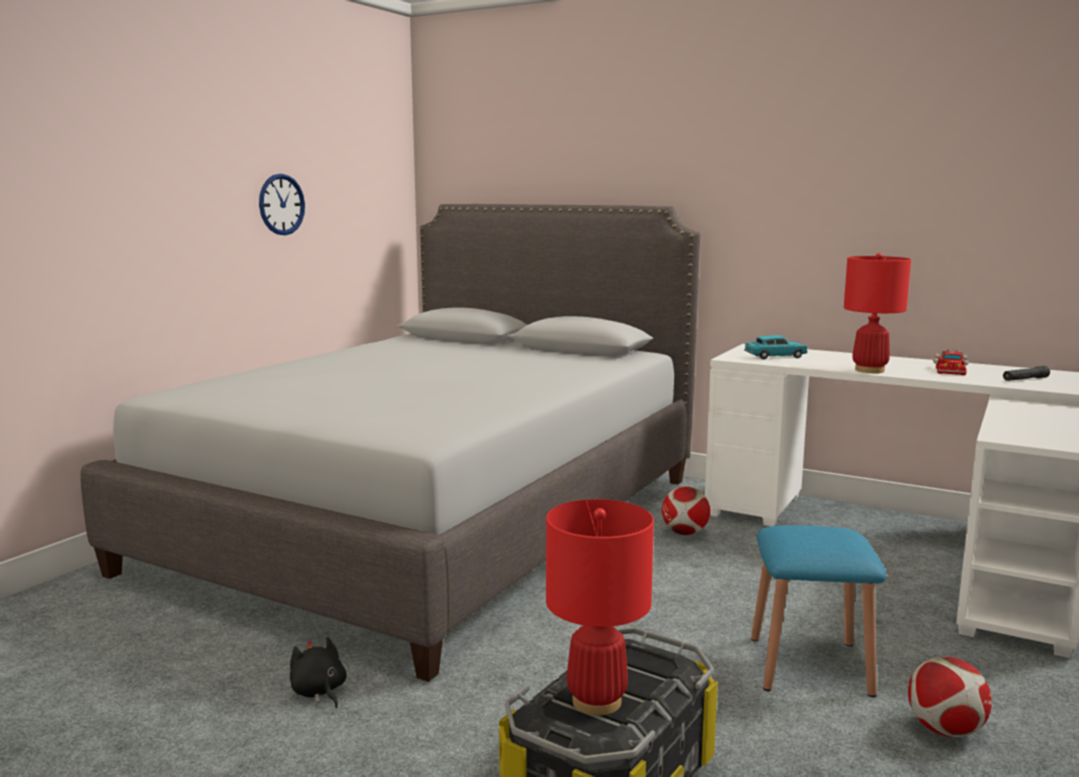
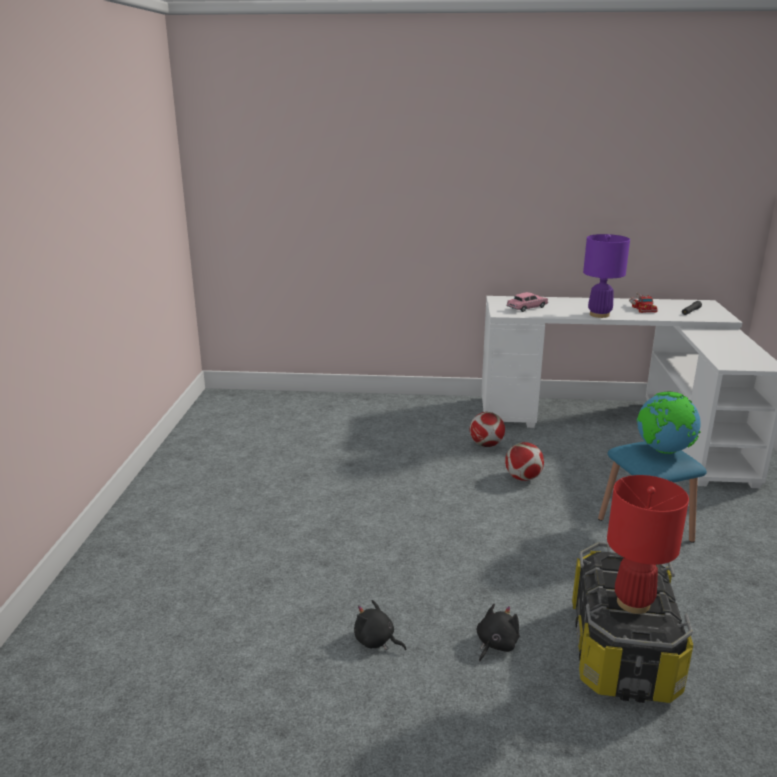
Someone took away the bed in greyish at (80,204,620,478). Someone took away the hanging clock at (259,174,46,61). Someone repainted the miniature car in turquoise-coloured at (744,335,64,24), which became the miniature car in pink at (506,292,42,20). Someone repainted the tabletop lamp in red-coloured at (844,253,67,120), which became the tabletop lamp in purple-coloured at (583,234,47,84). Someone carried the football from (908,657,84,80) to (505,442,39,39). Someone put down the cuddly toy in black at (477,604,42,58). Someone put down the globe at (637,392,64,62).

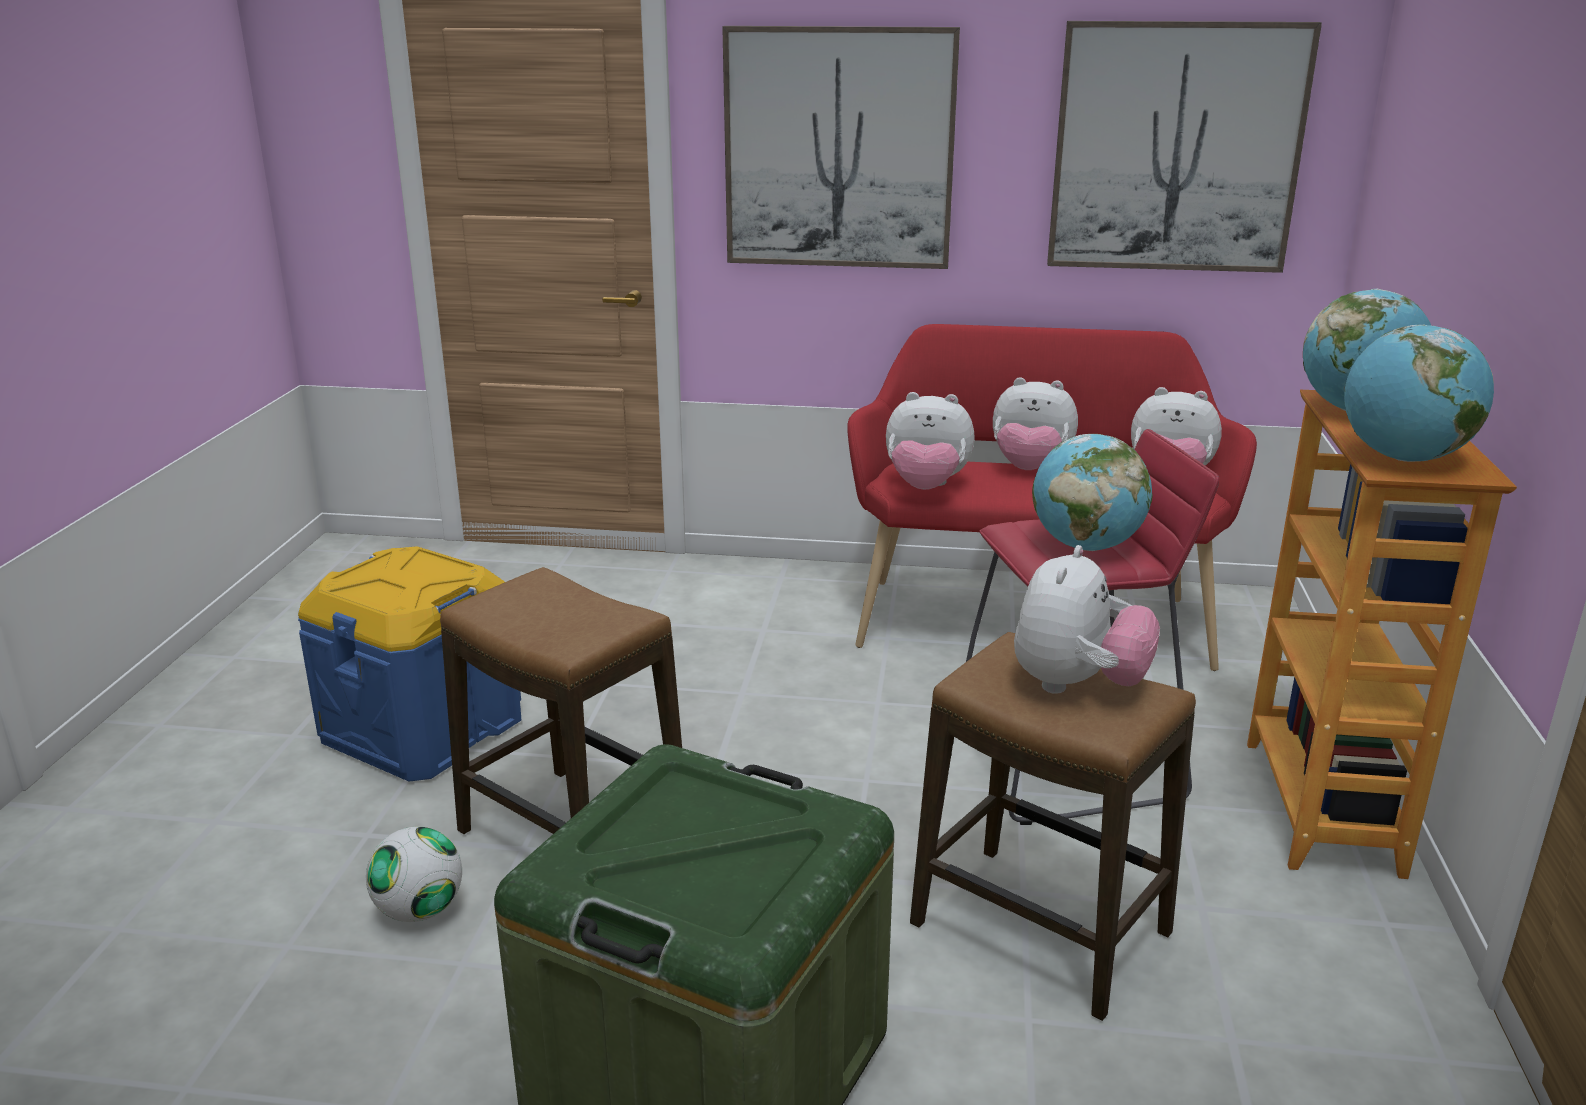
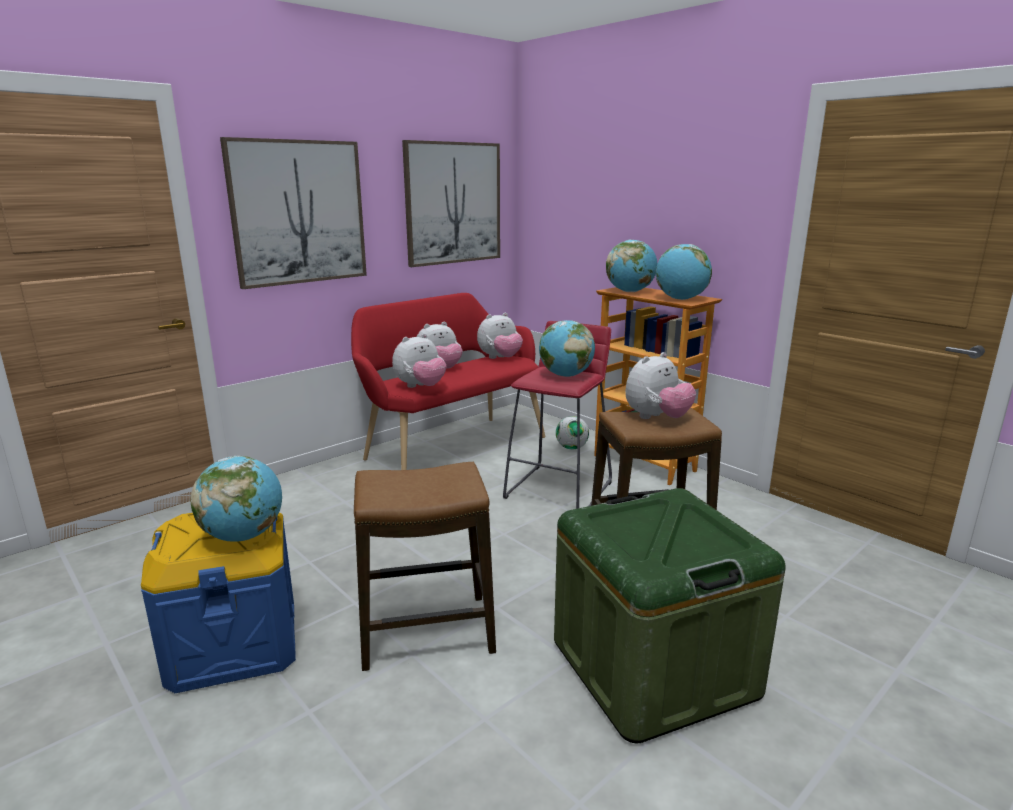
Someone carried the football from (366,827,96,95) to (556,416,33,34). Someone rotated the cuddly toy at (1014,545,146,149) by 75 degrees clockwise. Someone put down the globe at (190,456,92,86).

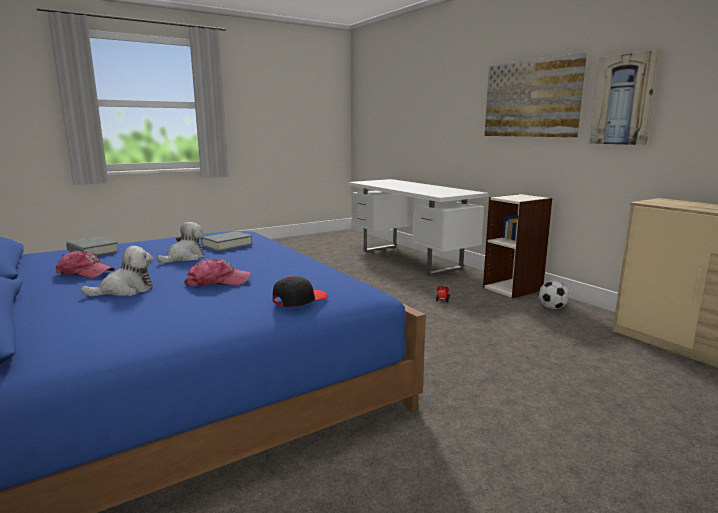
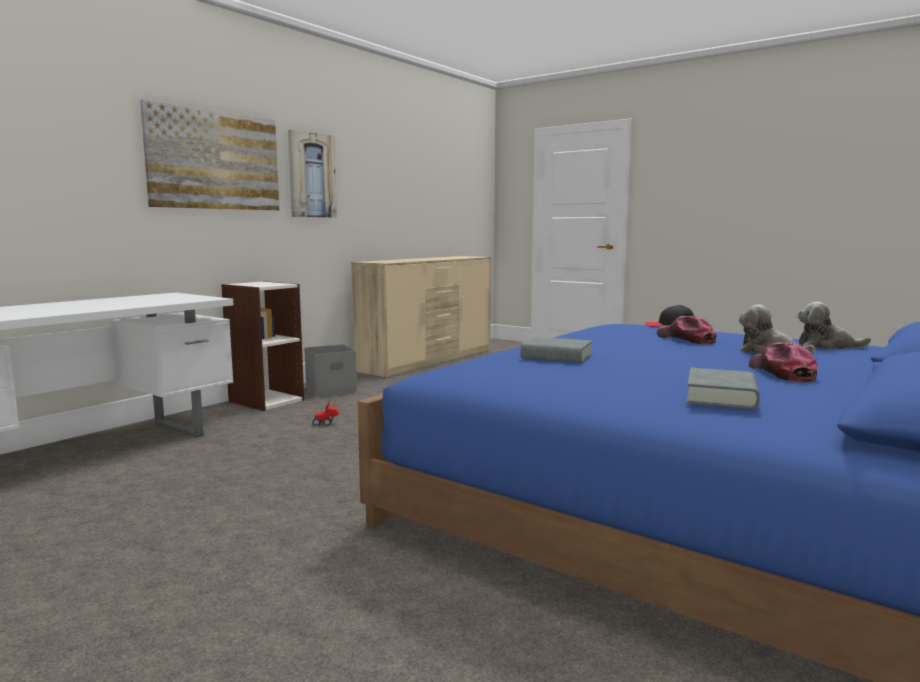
Someone carried the cuddly toy from (157,222,47,41) to (797,302,74,47). Someone swapped the football at (539,281,30,28) for the storage container in greyish at (304,344,53,53).

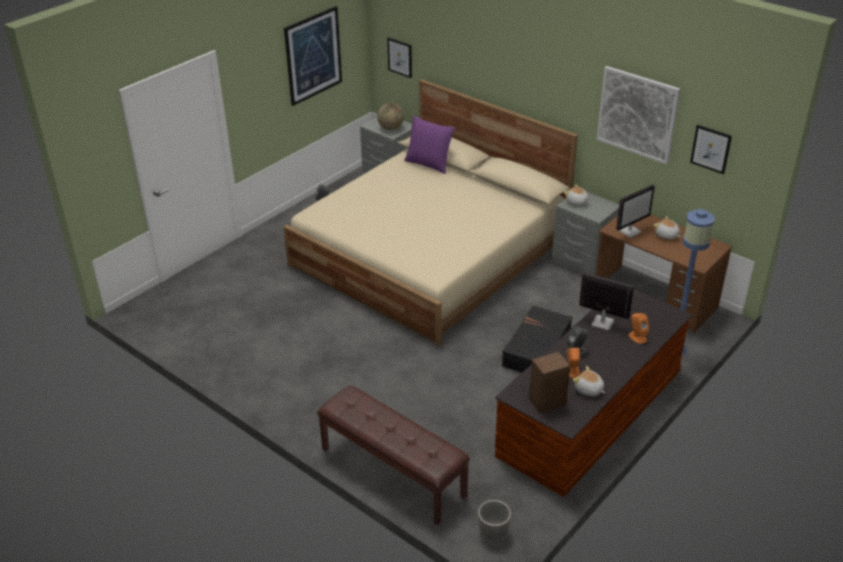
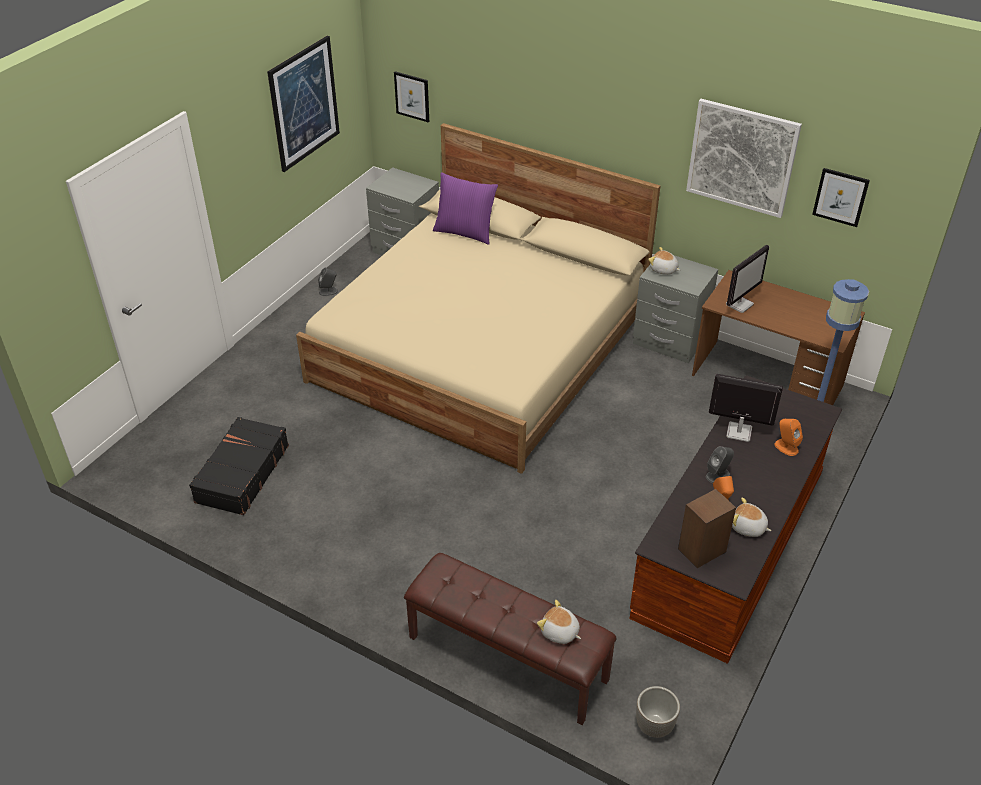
Someone took away the globe at (377,103,27,27). Someone carried the piece of luggage in black from (501,305,71,68) to (189,417,100,98). Someone carried the cuddly toy from (654,216,26,23) to (537,600,44,44).

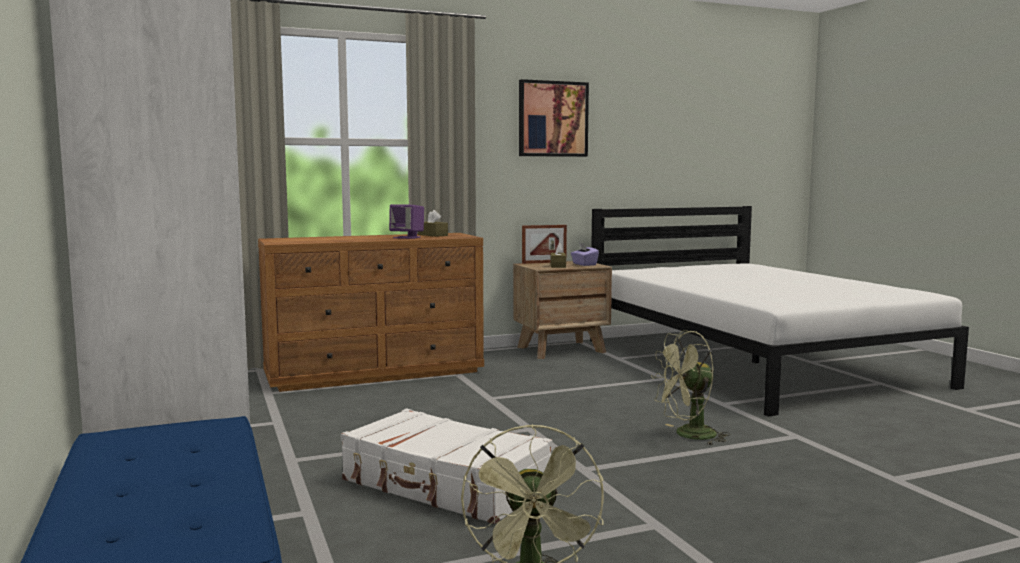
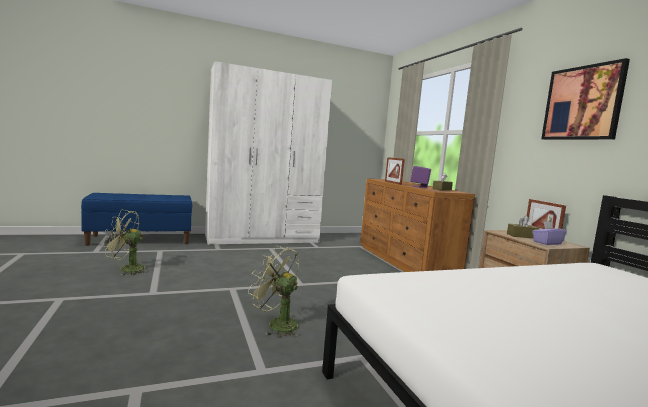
Someone took away the piece of luggage in whitish at (341,409,211,115). Someone rotated the fan in green at (651,330,79,115) by 45 degrees counterclockwise. Someone put down the standing frame at (385,157,20,28).

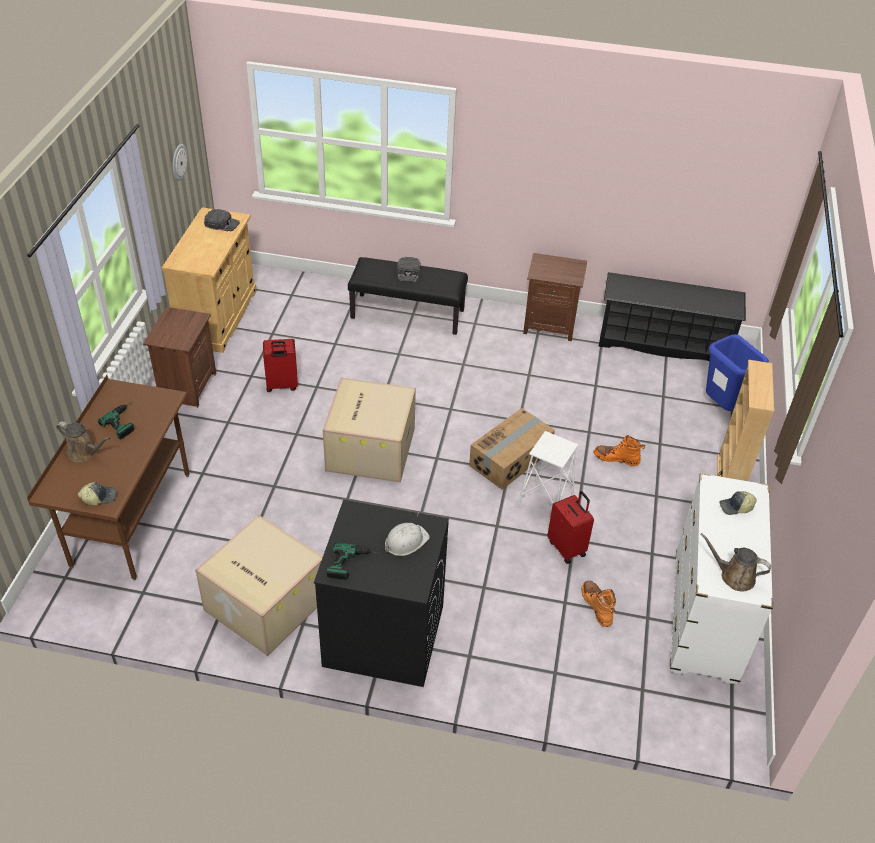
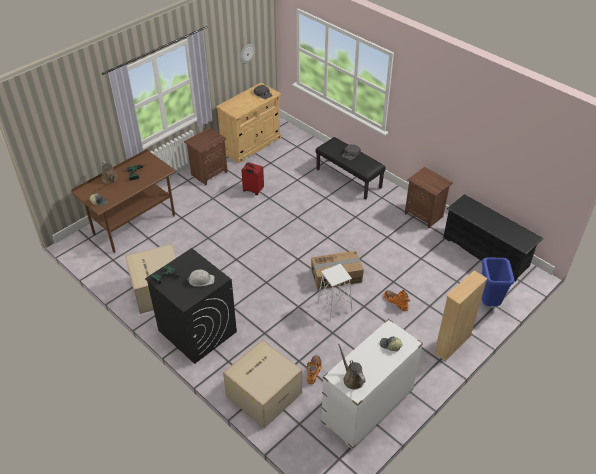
Someone carried the packing box from (323,378,93,104) to (223,339,79,90). Someone took away the piece of luggage in red-coloured at (548,491,46,73).

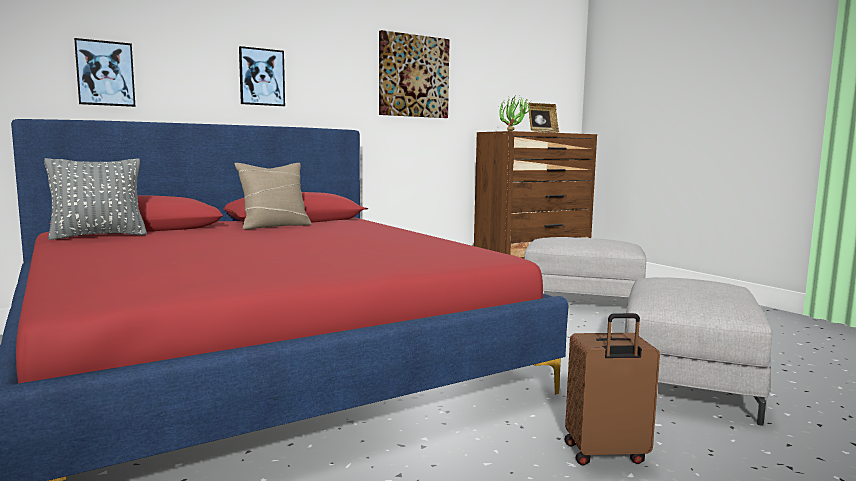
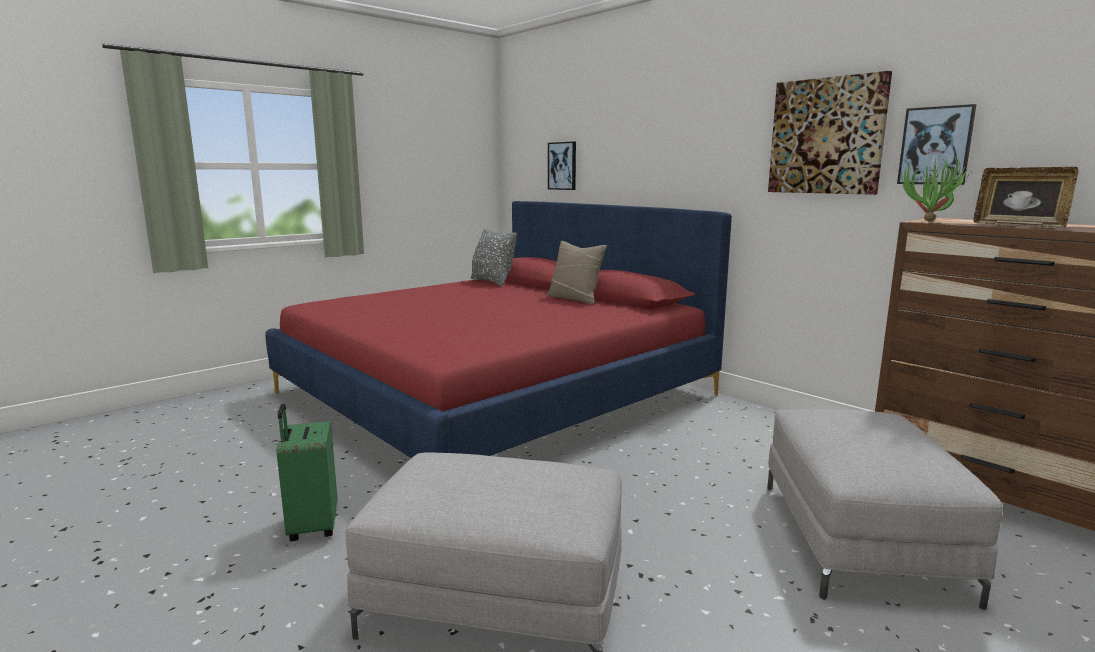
Someone carried the wall picture from (239,46,46,60) to (897,104,80,81). Someone repainted the piece of luggage in brown at (564,313,96,152), which became the piece of luggage in green at (276,404,61,137).

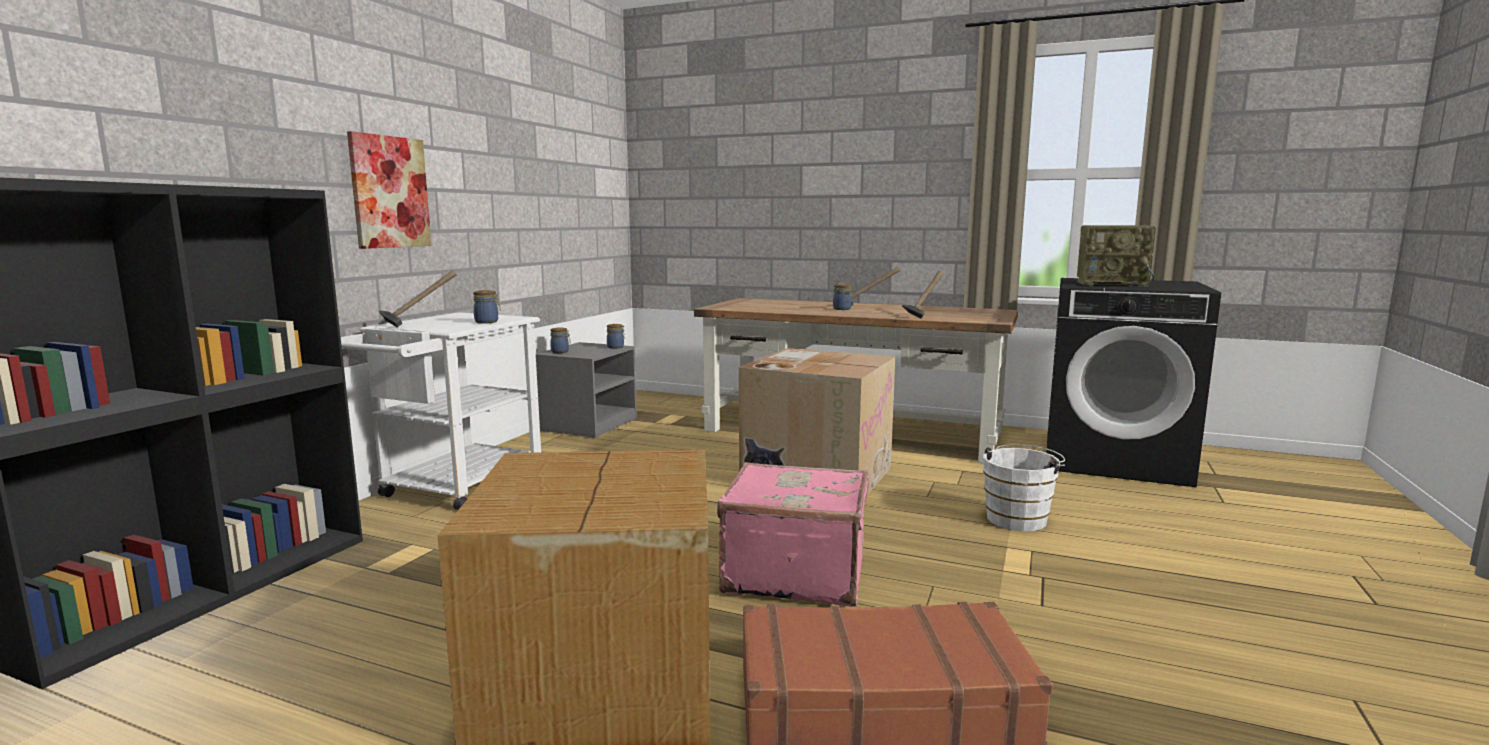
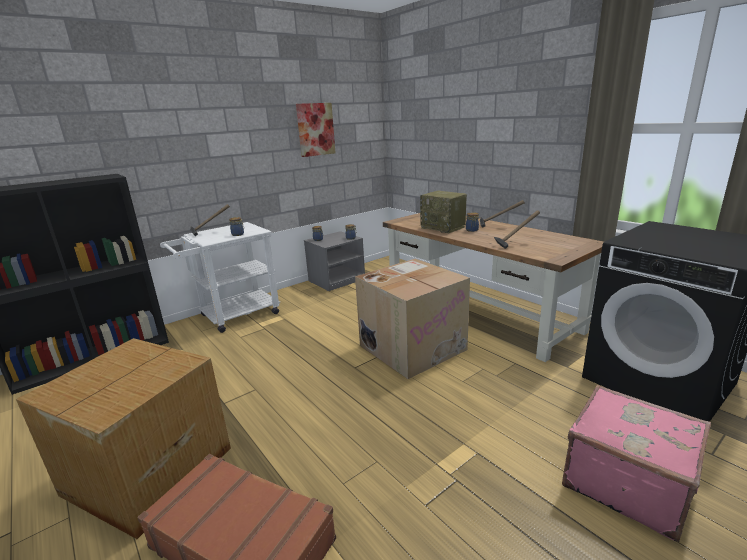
Someone carried the wall picture from (347,131,85,118) to (296,103,39,54). Someone carried the piece of luggage in pink from (717,462,151,145) to (562,385,149,157). Someone took away the water bucket in whitish at (983,444,82,87). Someone carried the radio from (1077,225,79,62) to (420,191,47,42).

